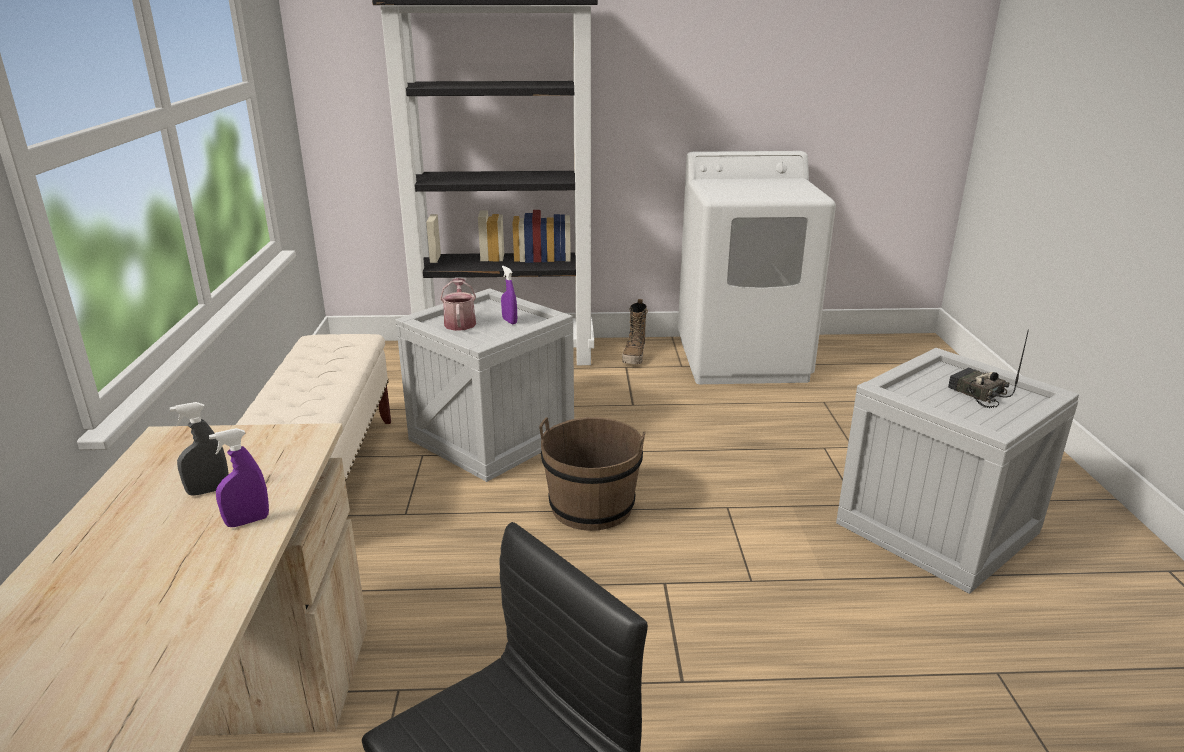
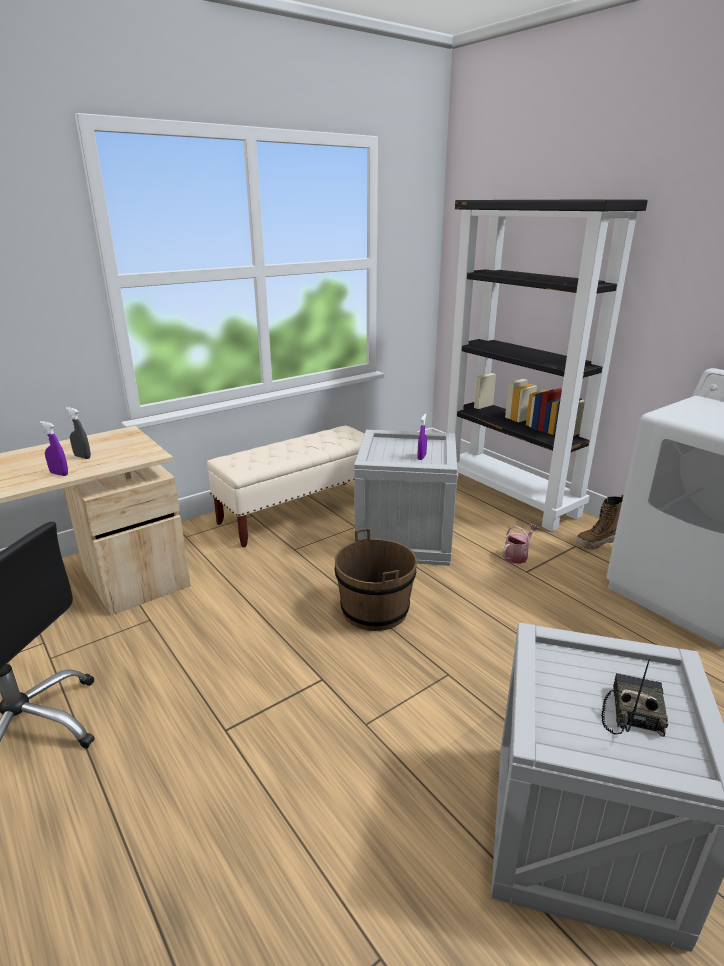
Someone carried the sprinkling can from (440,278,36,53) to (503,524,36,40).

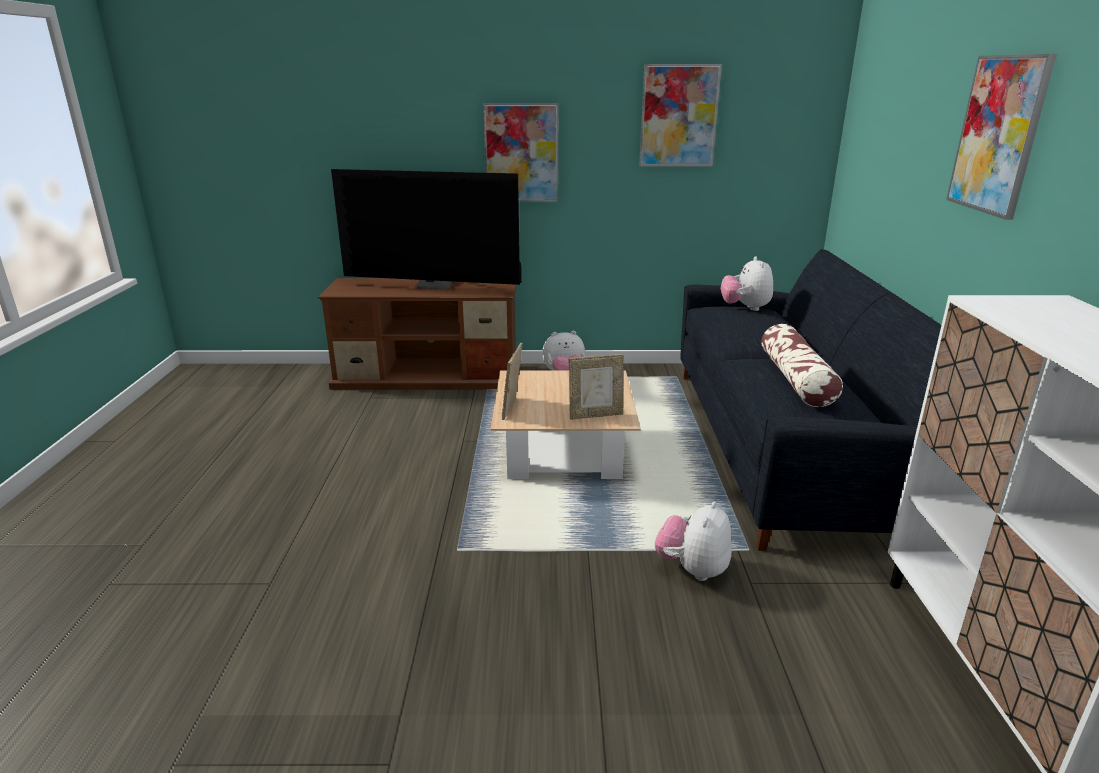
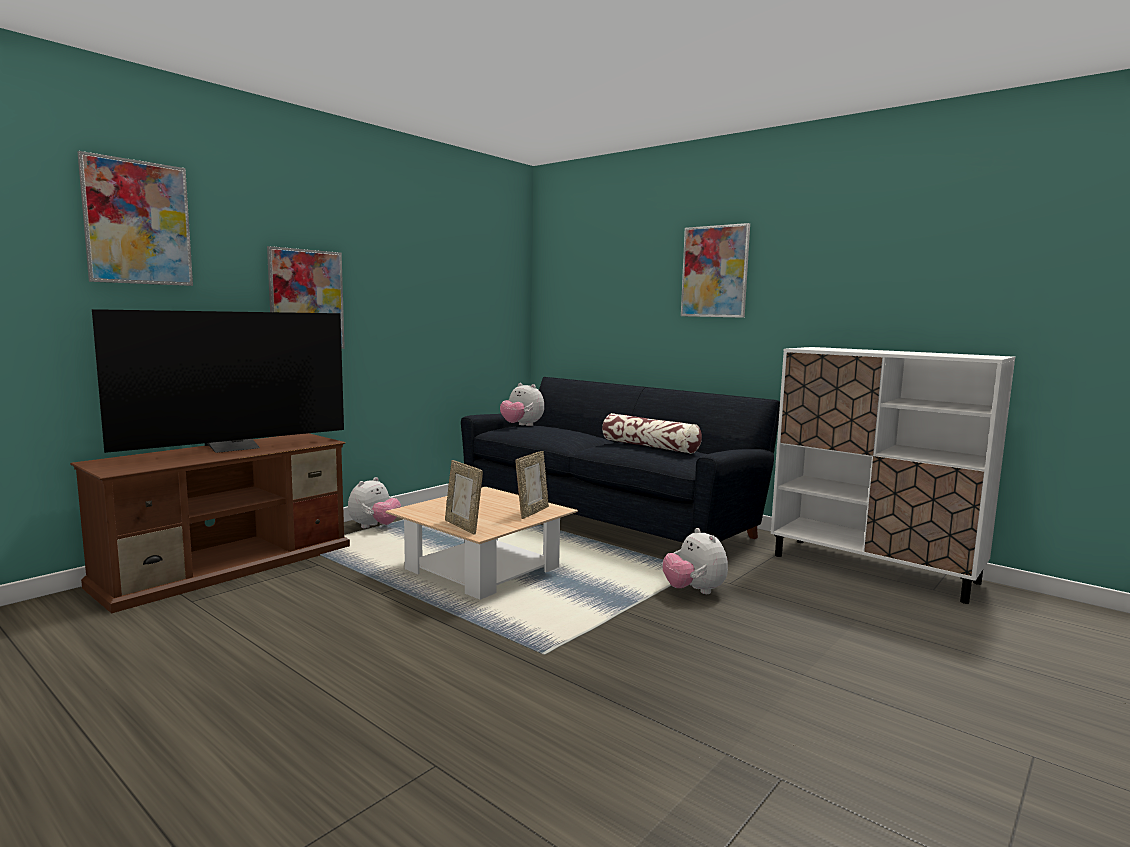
Someone carried the wall picture from (639,64,83,103) to (78,151,115,135).

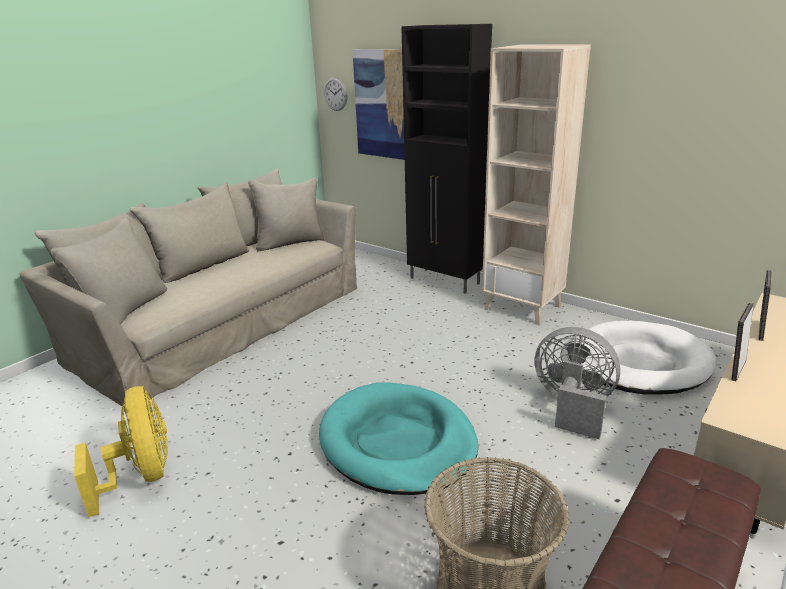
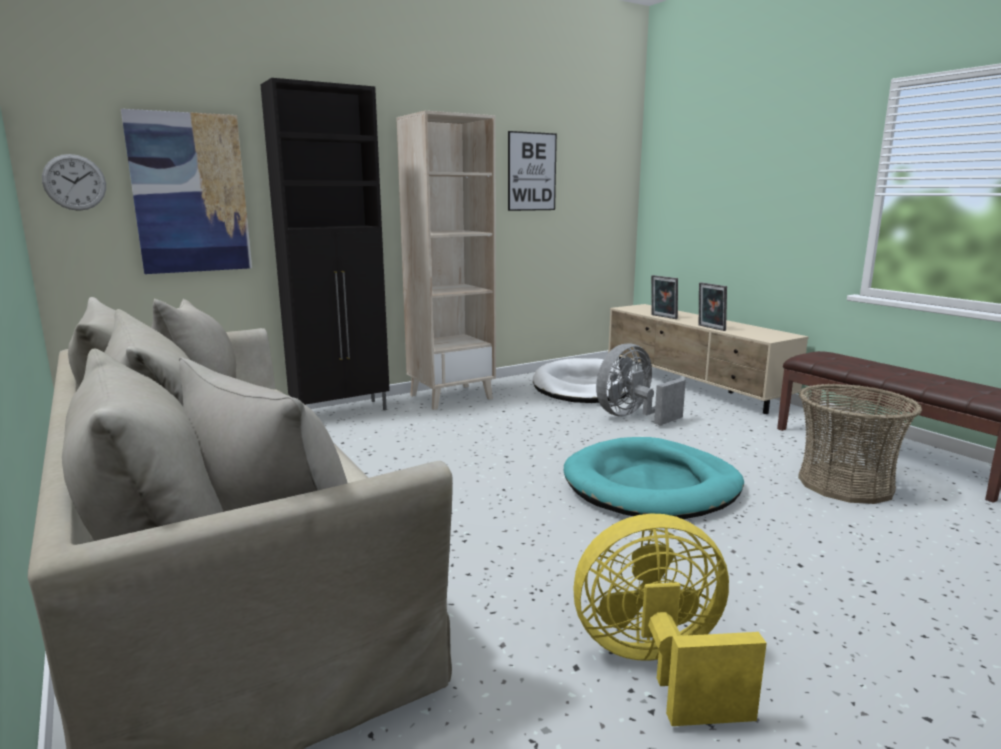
Someone put up the wall picture at (508,131,49,80).

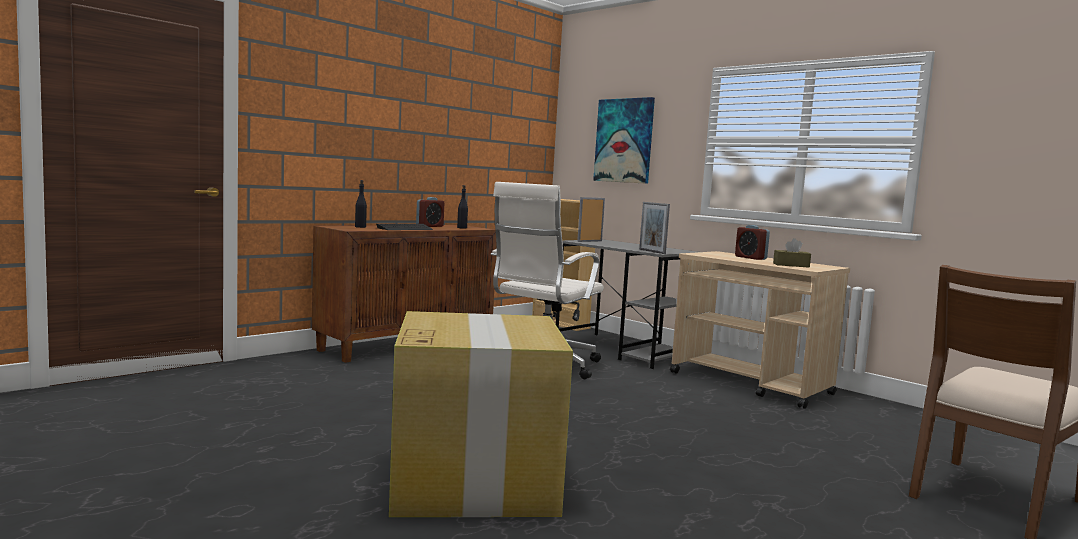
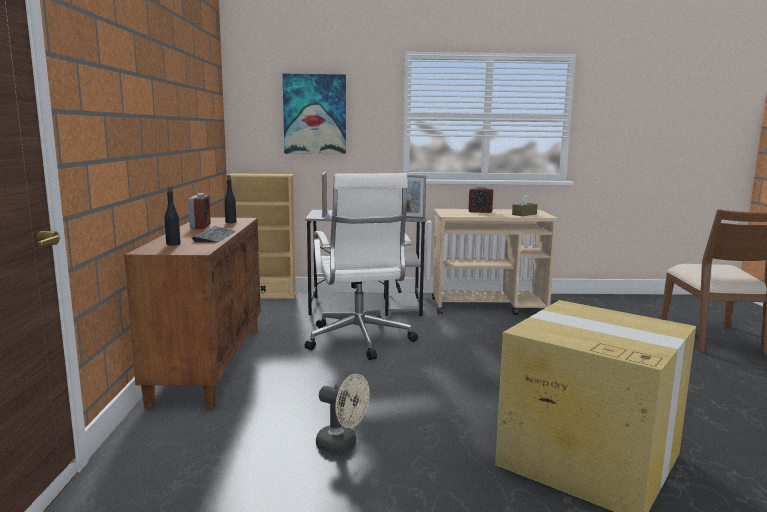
Someone put down the fan in beige at (316,374,54,79).

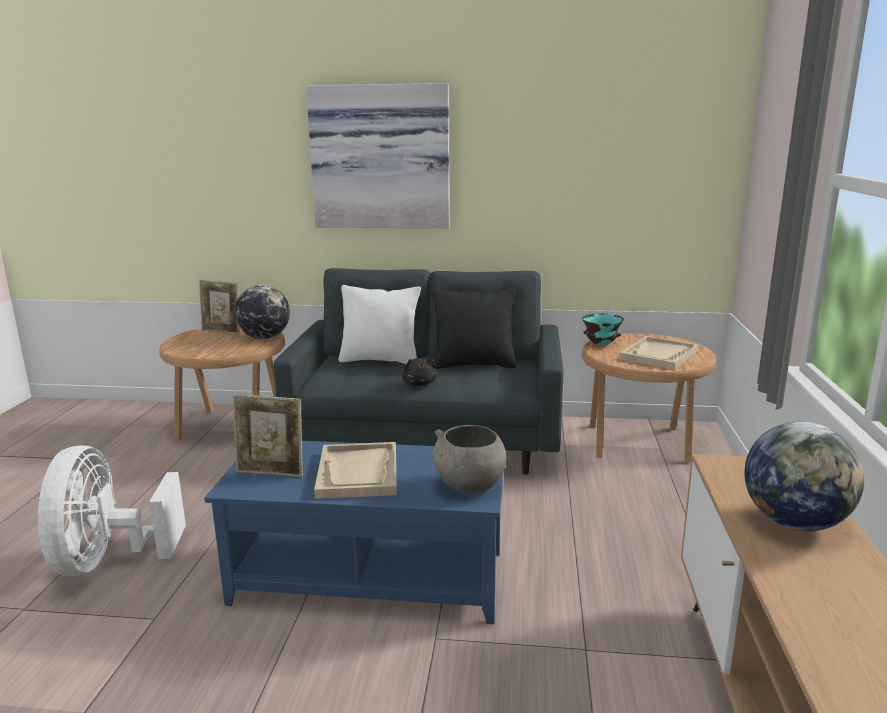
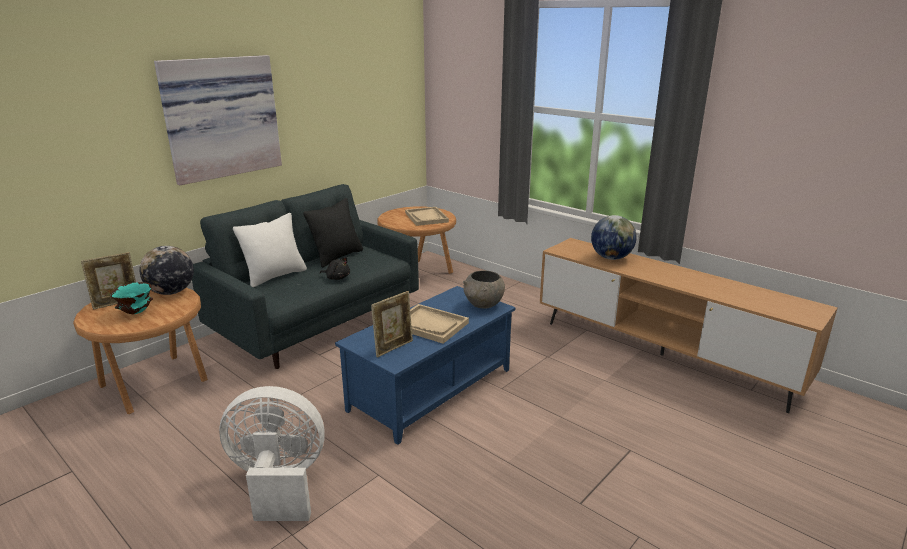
Someone rotated the fan in whitish at (38,445,148,131) by 150 degrees clockwise. Someone carried the bowl in turquoise-coloured from (582,313,42,32) to (110,282,43,32).

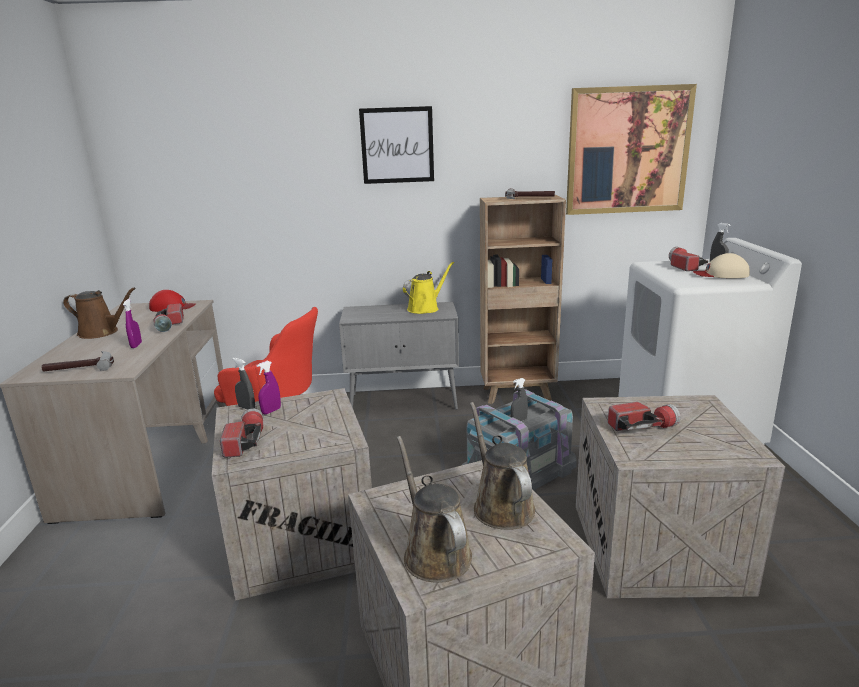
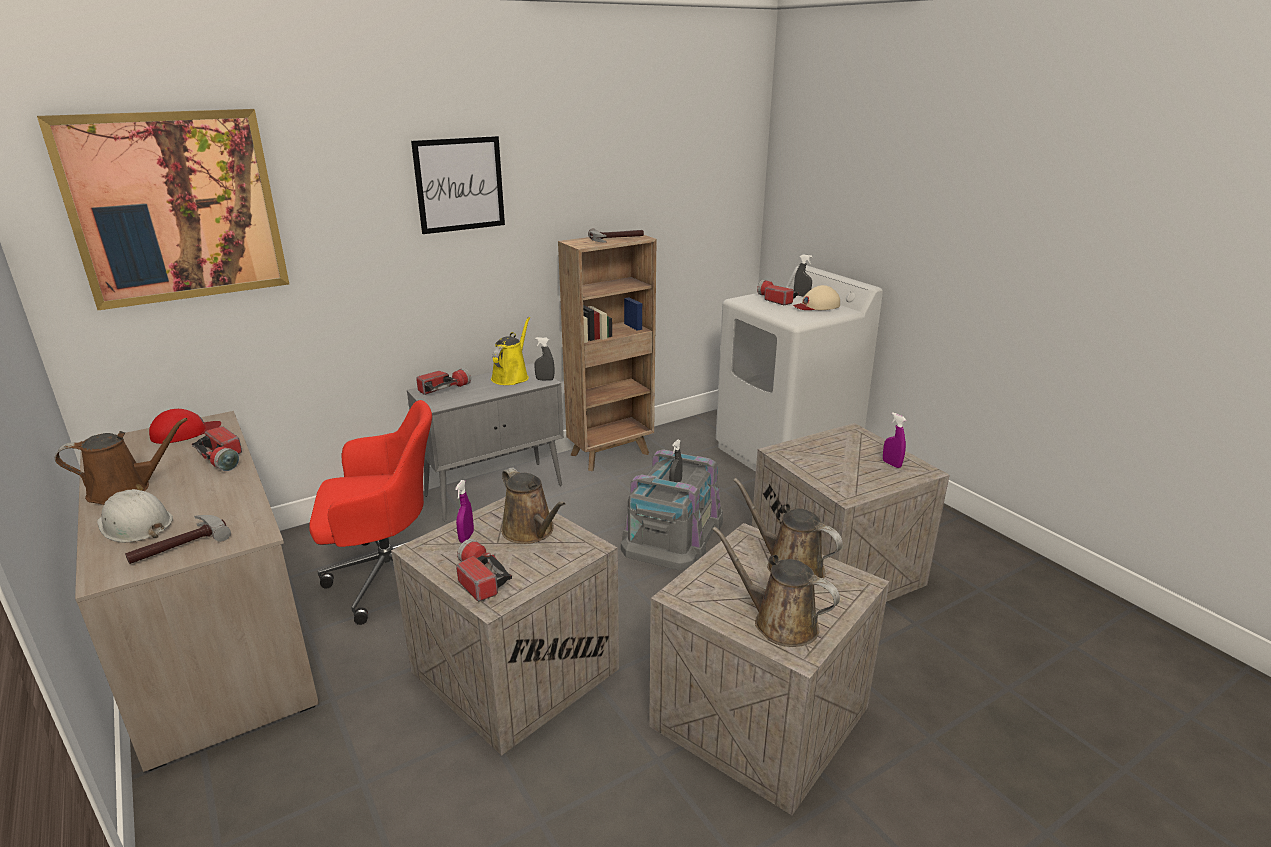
Someone carried the sprayer in purple-coloured from (123,299,19,49) to (883,412,23,56). Someone carried the sprayer in greyish from (232,358,23,52) to (534,337,20,43). Someone carried the wall picture from (566,84,131,131) to (37,109,252,201). Someone carried the torch from (608,402,72,29) to (416,368,55,27). Someone put down the work helmet in whitish at (97,489,76,54). Someone put down the sprinkling can in brown at (501,467,65,77).

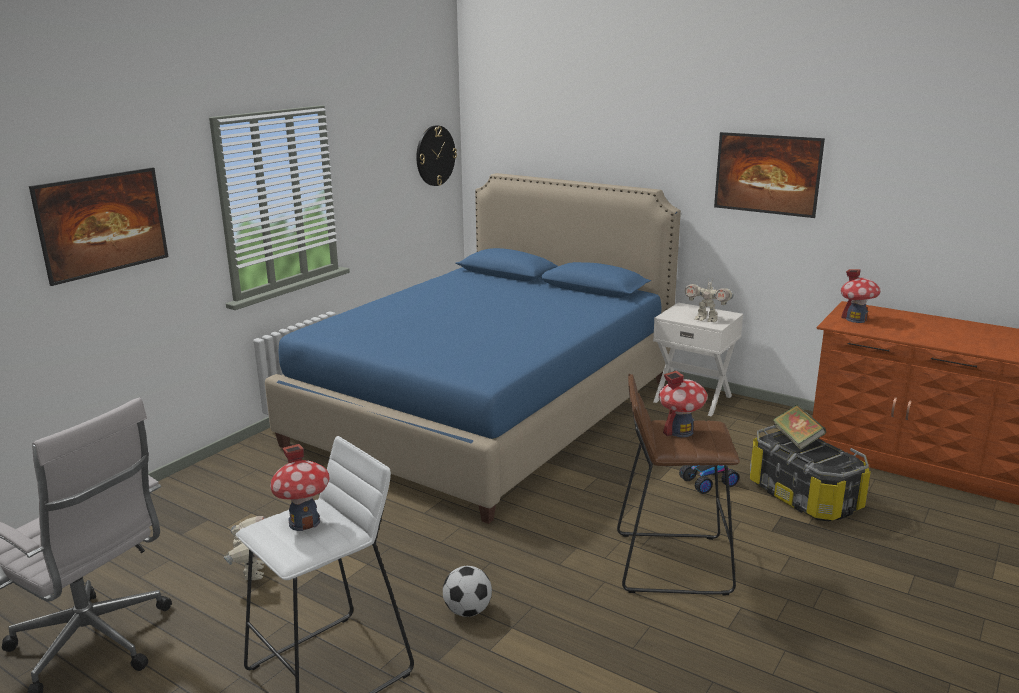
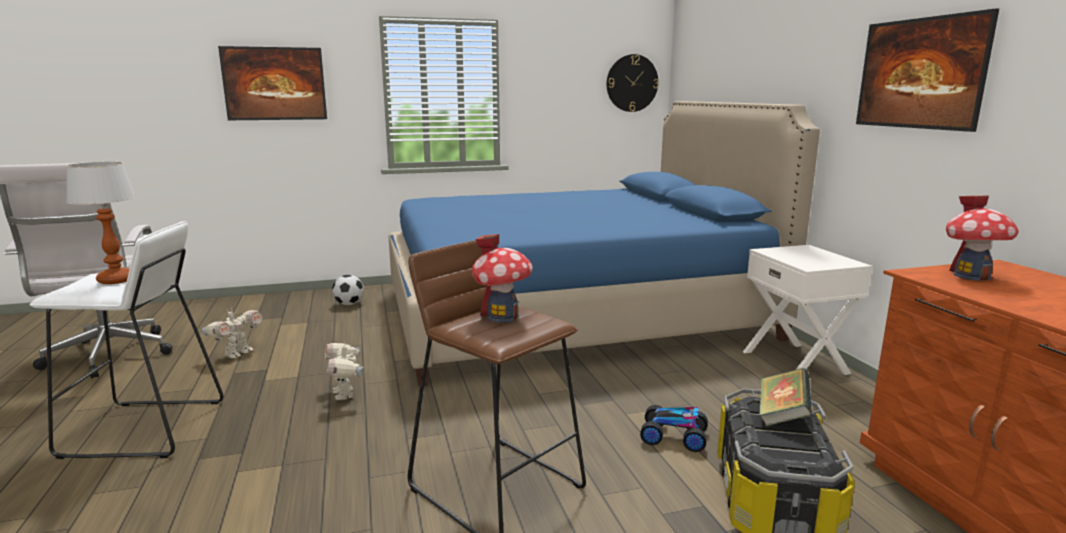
Someone swapped the model house at (270,444,59,87) for the tabletop lamp at (66,162,70,122). Someone carried the football from (443,566,49,51) to (332,275,32,30). Someone carried the toy robot from (685,279,49,43) to (325,343,39,57).

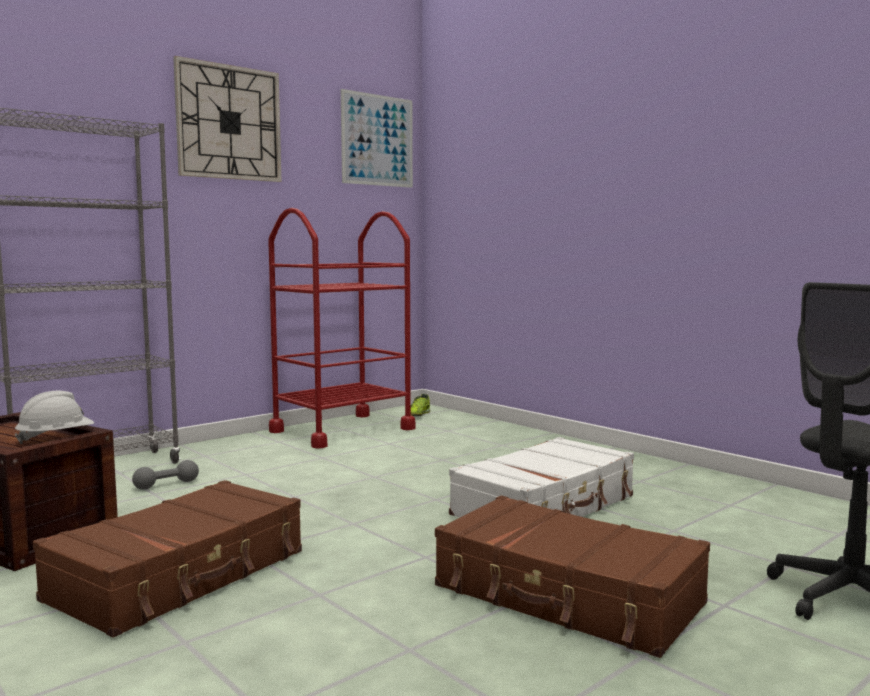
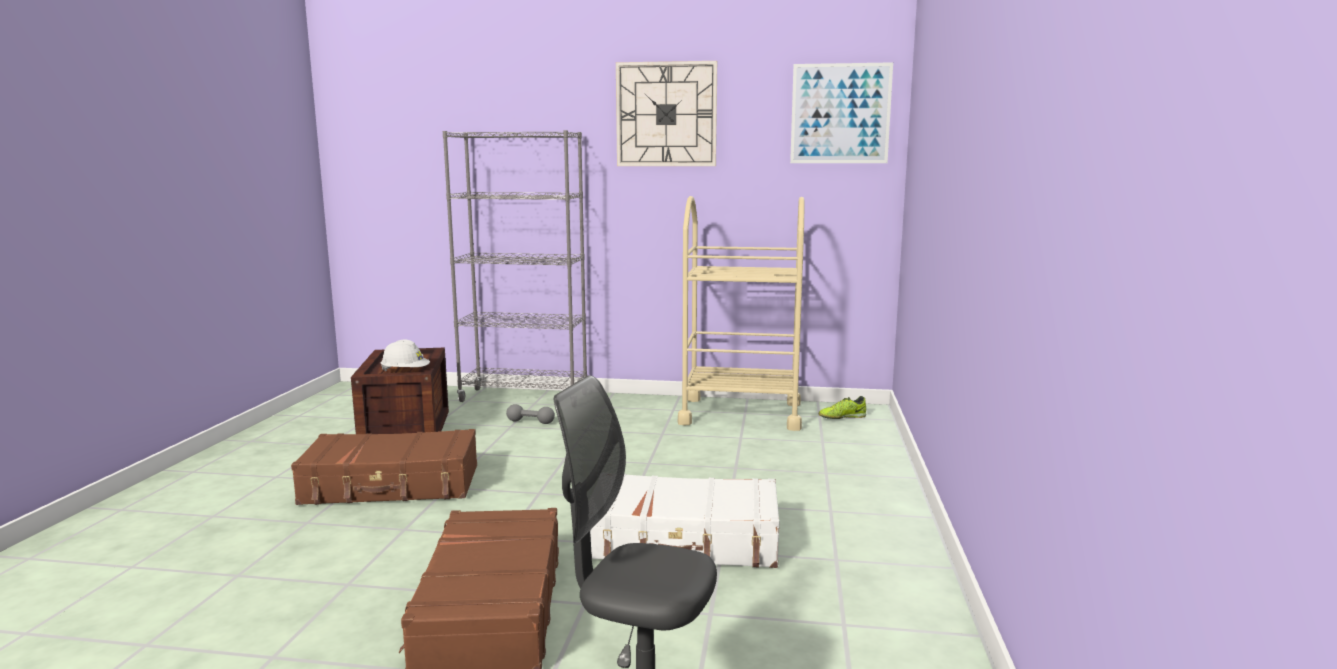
Someone repainted the cart in red-coloured at (268,208,147,241), which became the cart in beige at (678,196,126,235).

